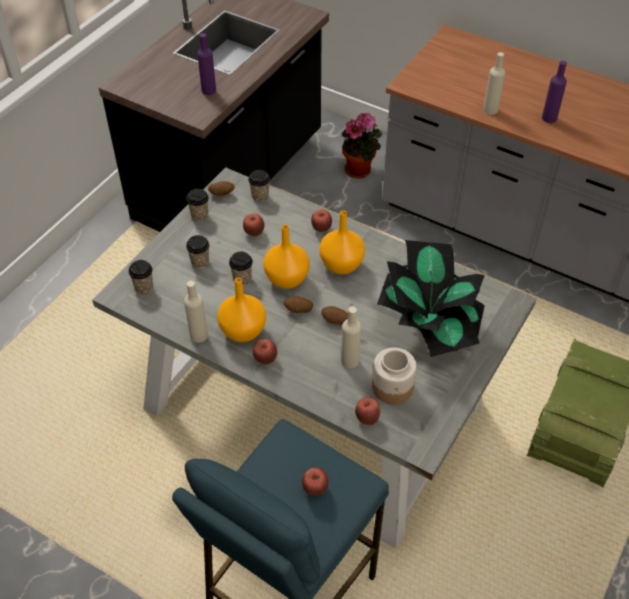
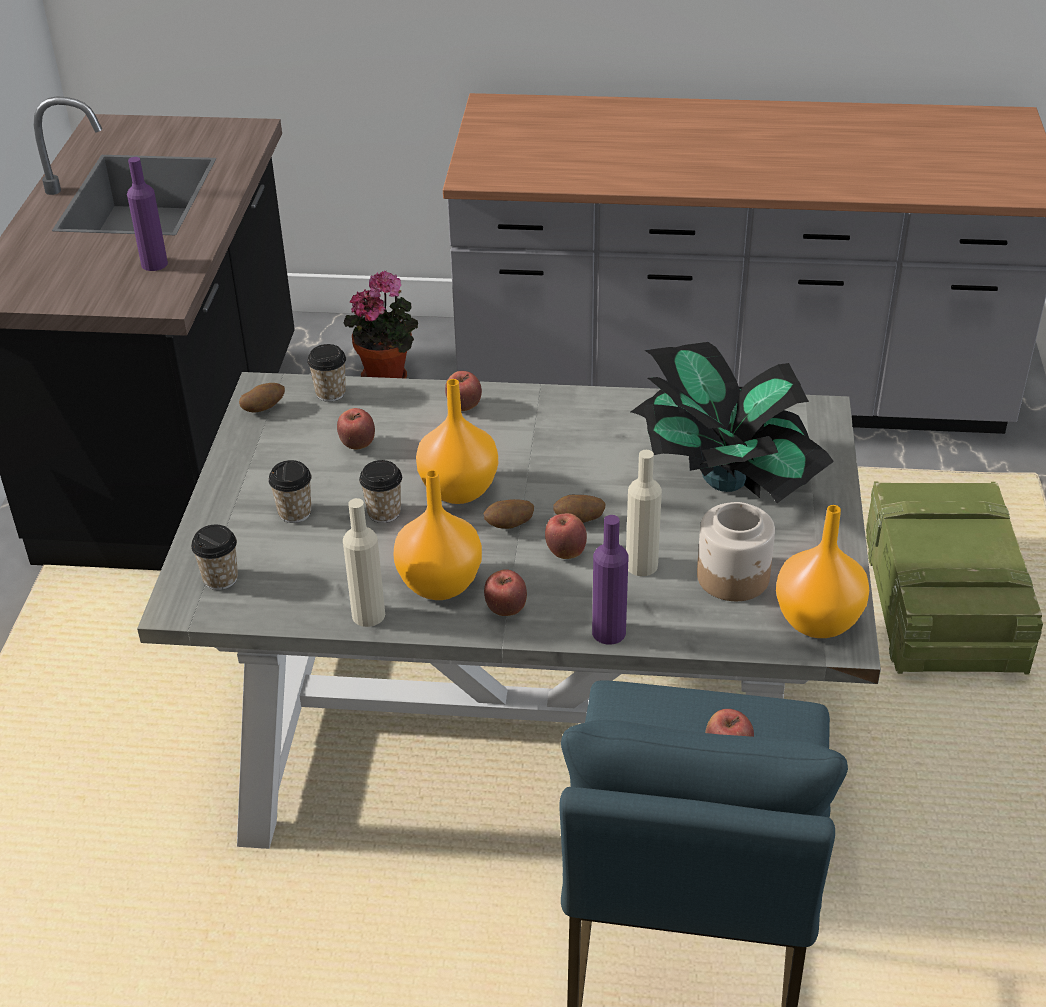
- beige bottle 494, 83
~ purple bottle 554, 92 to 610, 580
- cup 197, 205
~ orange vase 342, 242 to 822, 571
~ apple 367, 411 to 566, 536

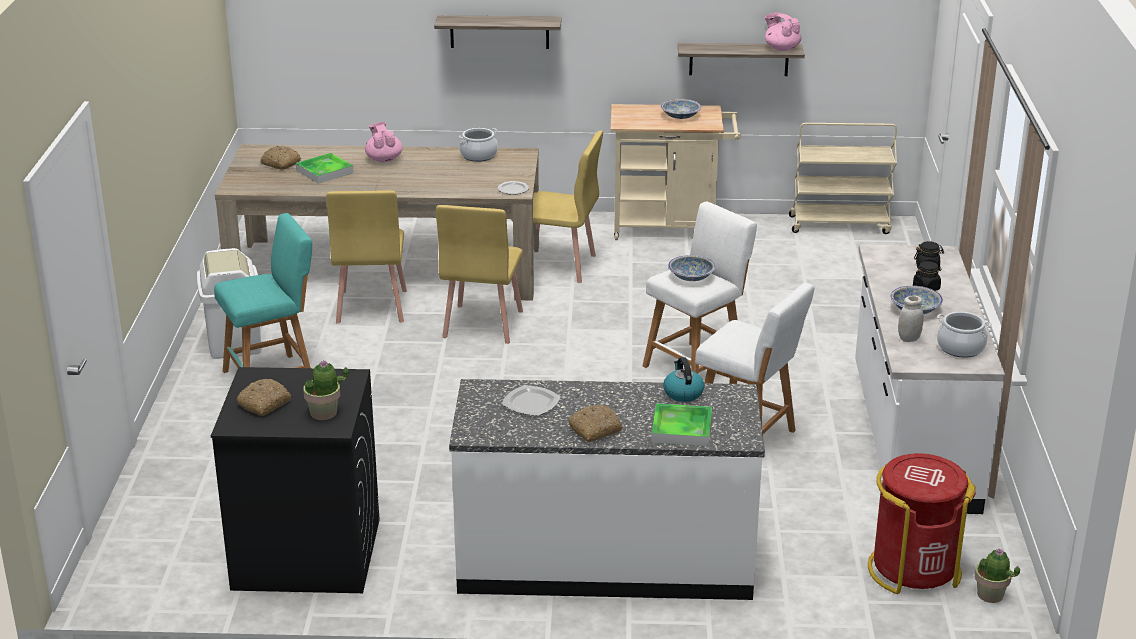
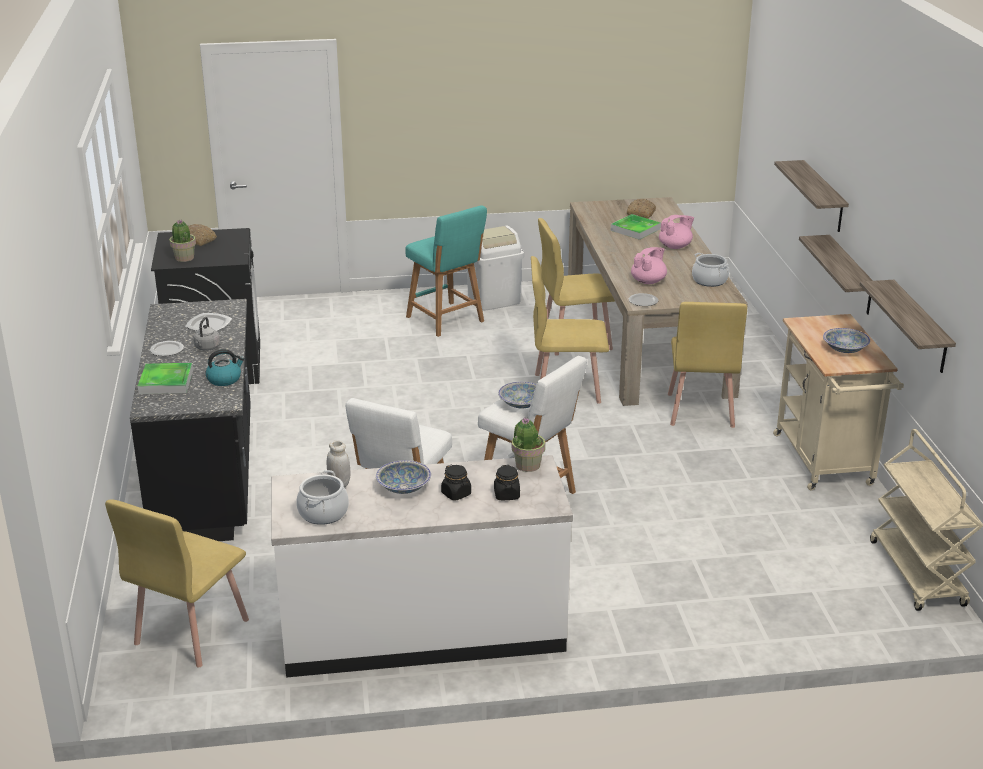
~ pink teapot 783, 31 to 649, 265
~ white counter 607, 489 to black counter 190, 420
~ bread 595, 423 to plate 167, 348
~ red trash can 922, 523 to yellow chair 177, 583
~ potted plant 997, 576 to 528, 445
+ shelf 836, 275
+ grey kettle 207, 334

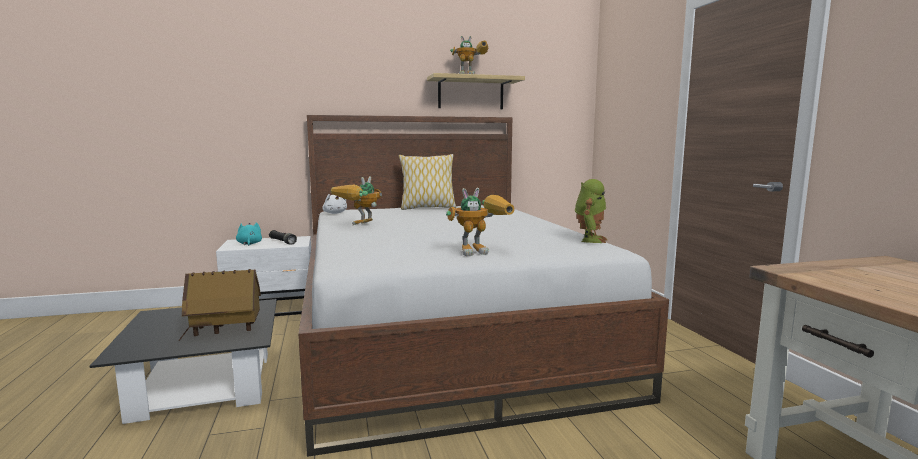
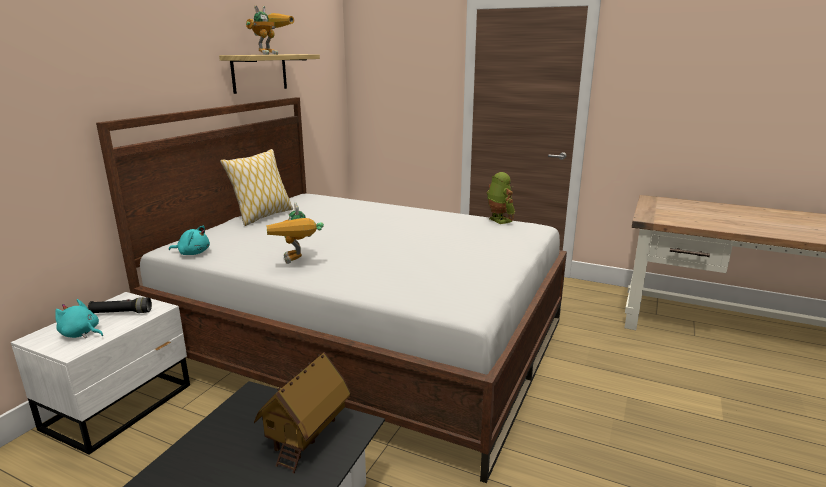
- toy robot 480, 222
~ white plush toy 334, 204 to turquoise plush toy 189, 240

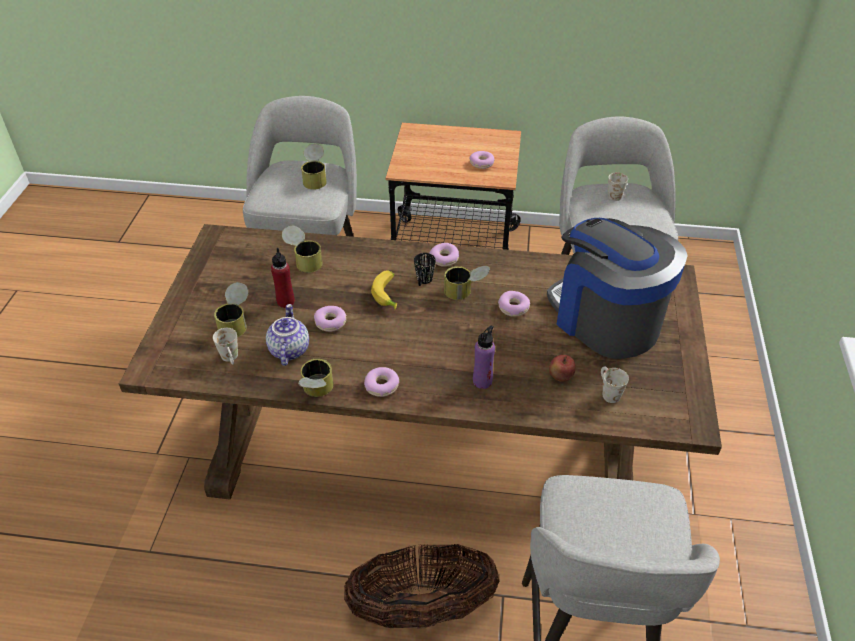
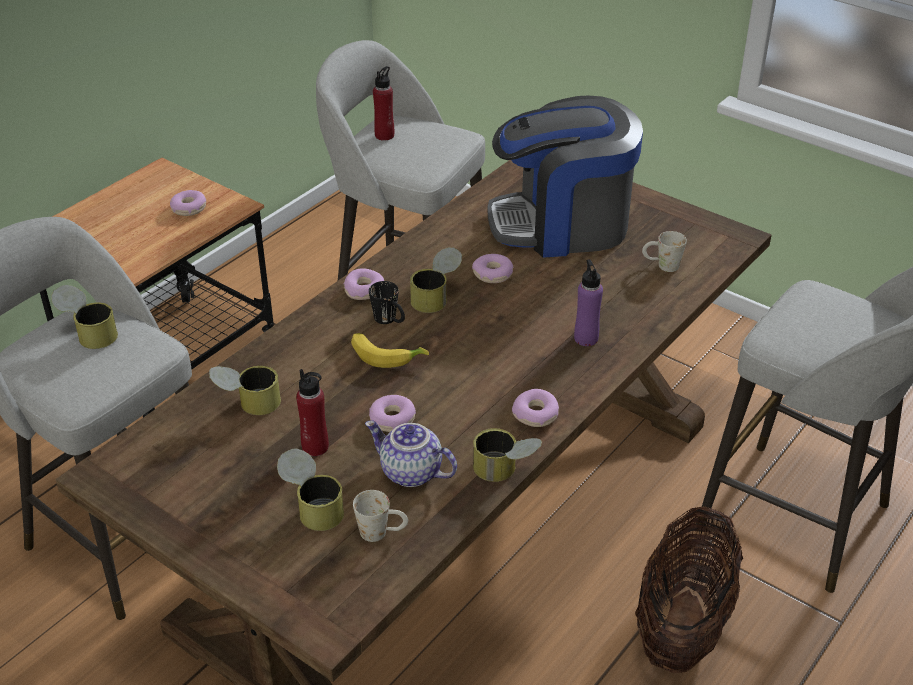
~ white mug 618, 186 to red bottle 383, 103
- apple 562, 368

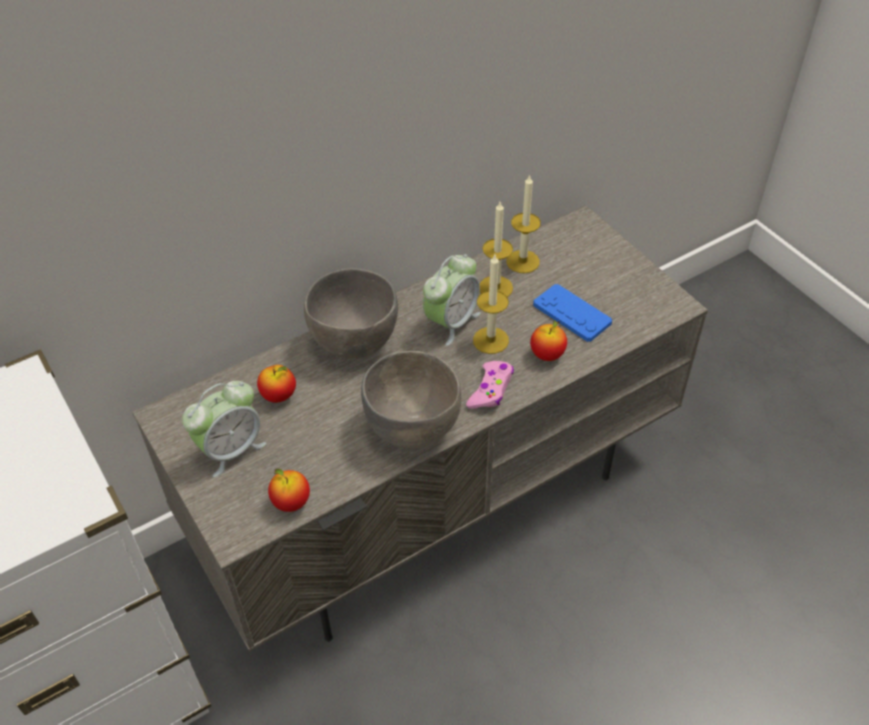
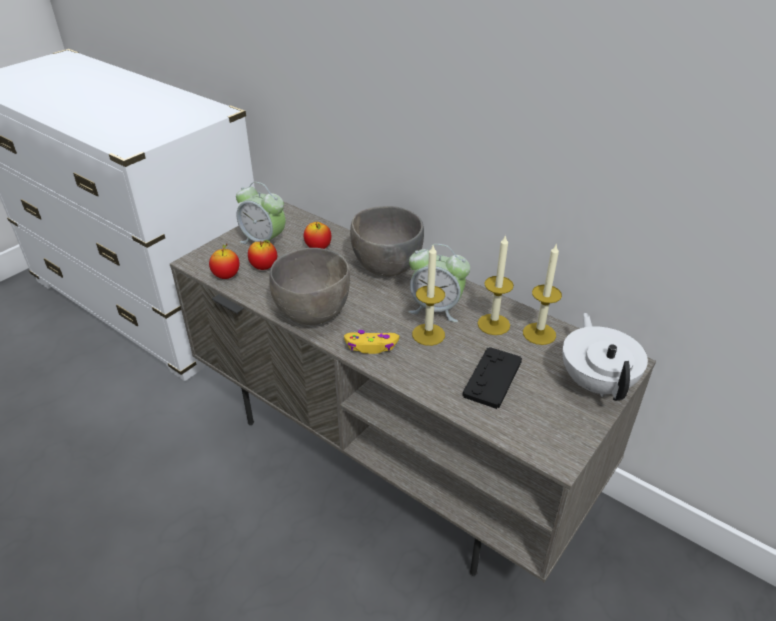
~ blue game controller 572, 313 to black game controller 492, 378
~ apple 548, 341 to 262, 255
~ pink game controller 490, 385 to yellow game controller 371, 342
+ white teapot 605, 356

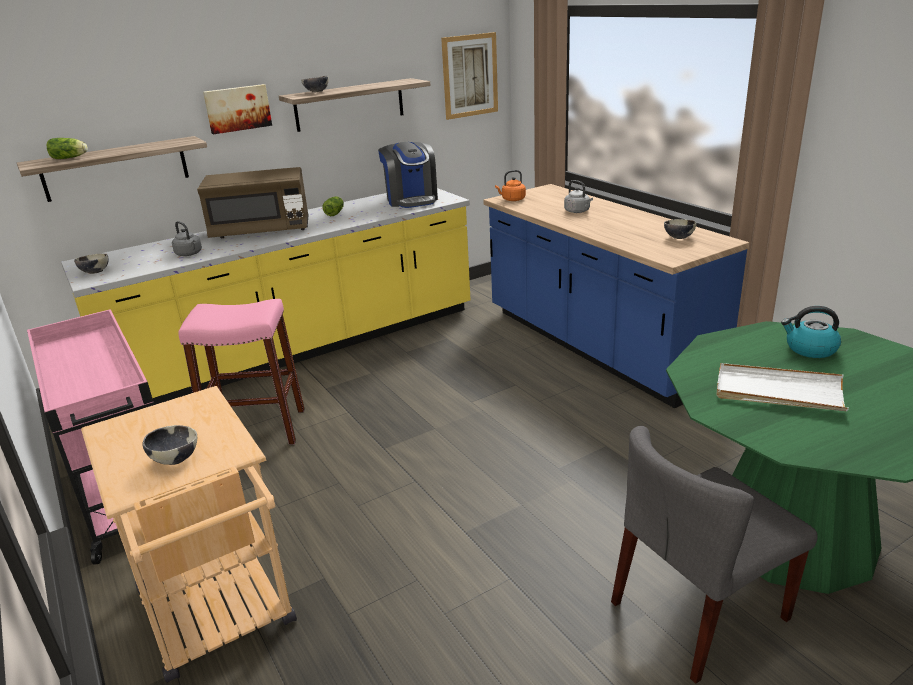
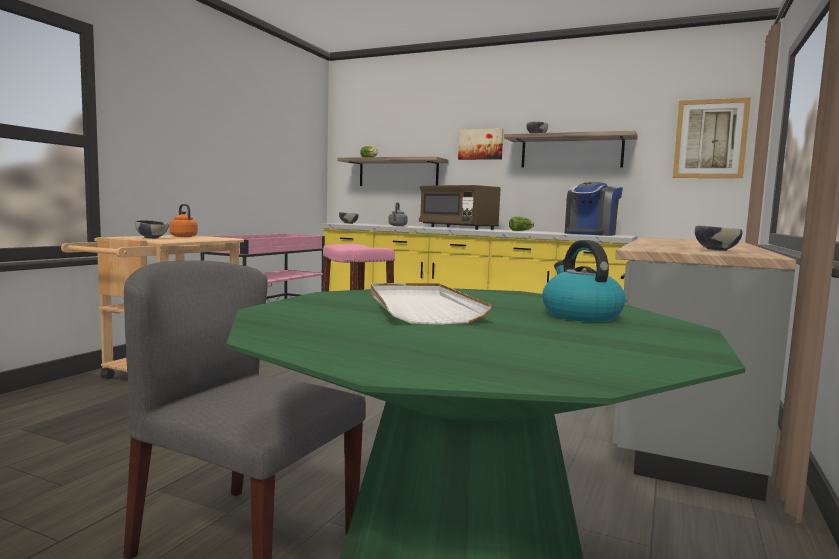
~ orange kettle 510, 185 to 183, 220
- grey kettle 578, 196
~ blue counter 616, 296 to grey counter 704, 369

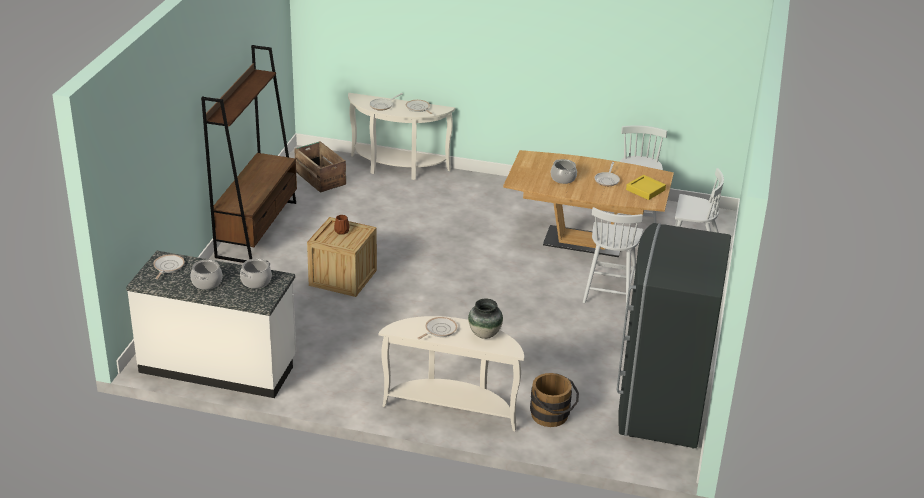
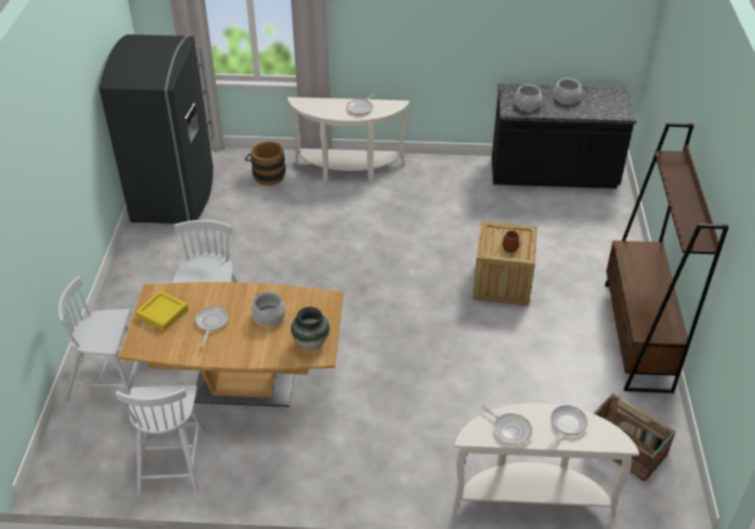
~ white counter 211, 324 to black counter 564, 136
- frying pan 169, 266
~ vase 485, 319 to 310, 328

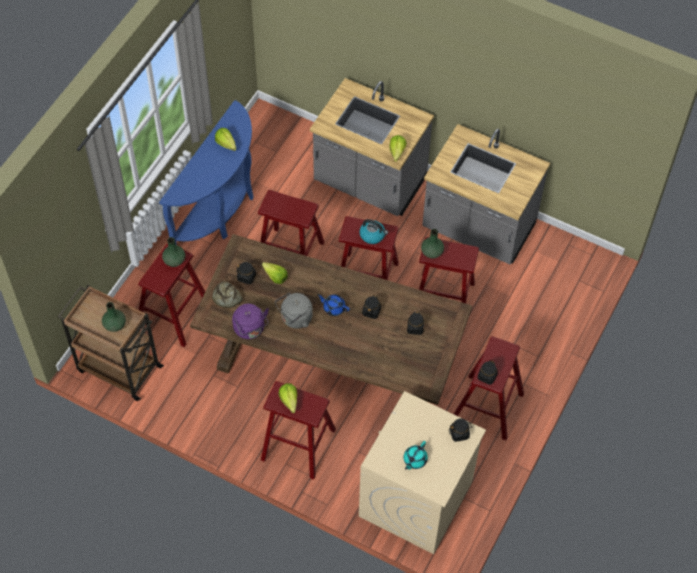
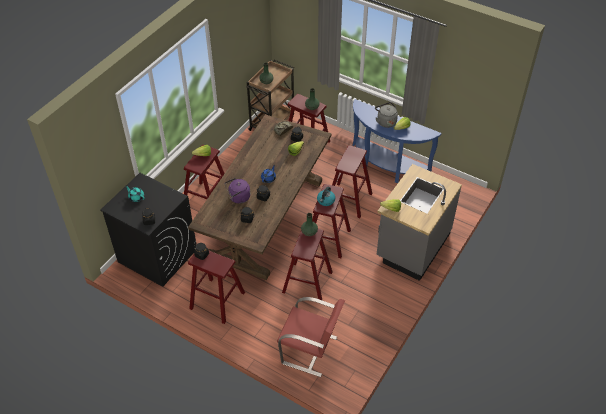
- grey counter 486, 194
~ grey kettle 294, 310 to 386, 115
~ purple kettle 250, 321 to 237, 191
~ beige washing machine 422, 472 to black washing machine 148, 230
+ red chair 311, 337

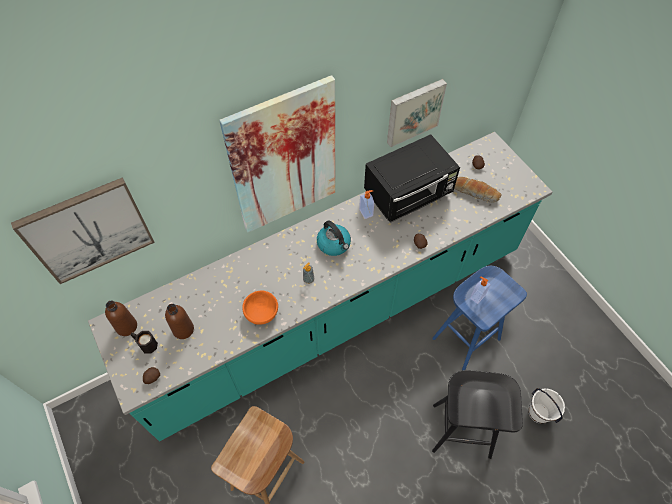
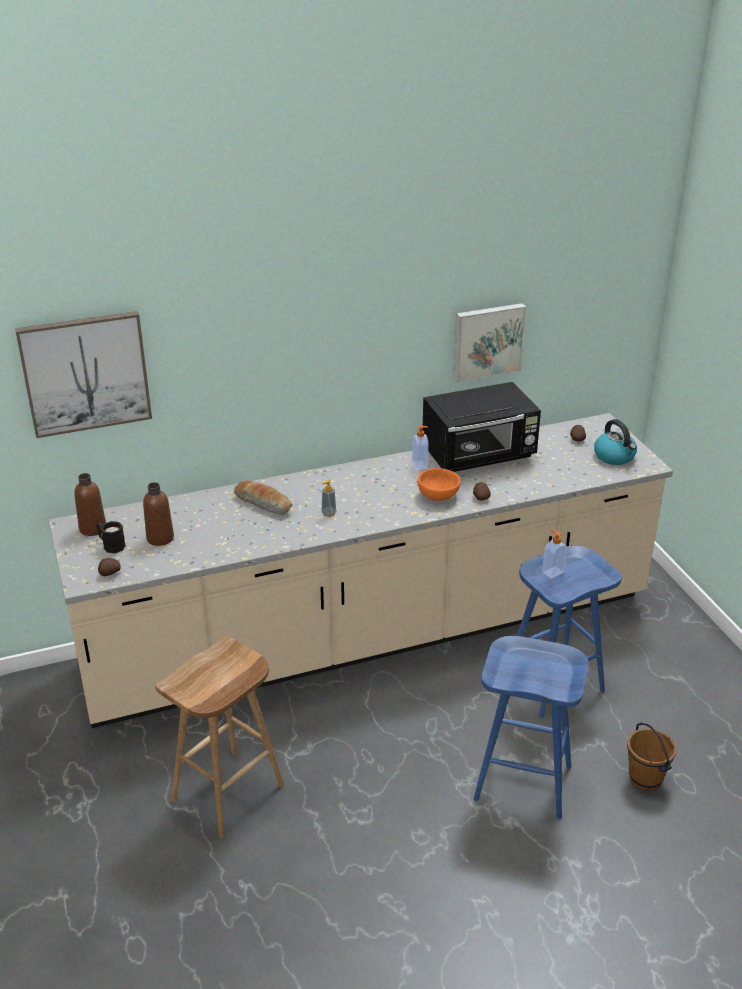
- picture 277, 153
~ turquoise counter 320, 286 to beige counter 360, 570
~ bread 478, 190 to 263, 497
~ kettle 334, 238 to 615, 442
~ orange bowl 260, 307 to 439, 484
~ black stool 477, 414 to blue stool 530, 728
~ white bucket 547, 406 to brown bucket 651, 757

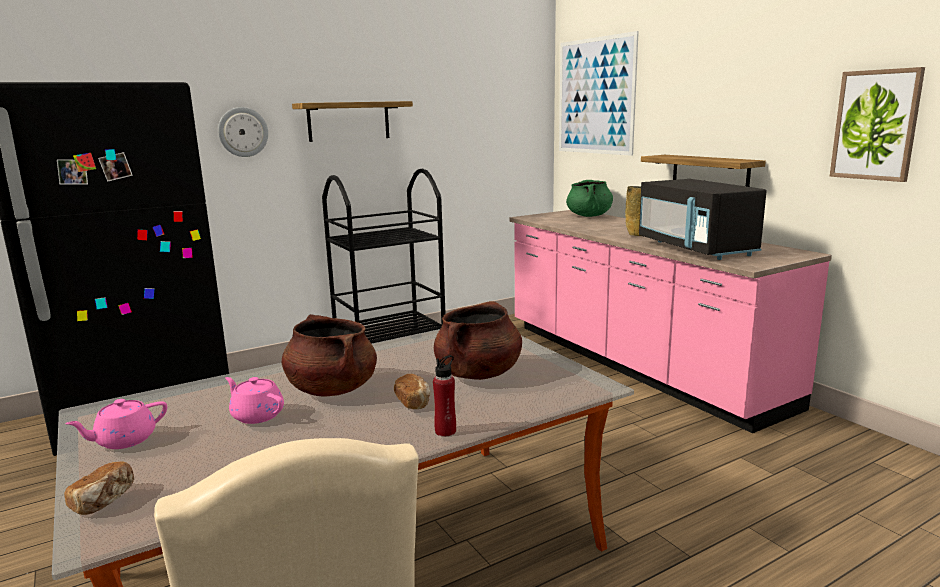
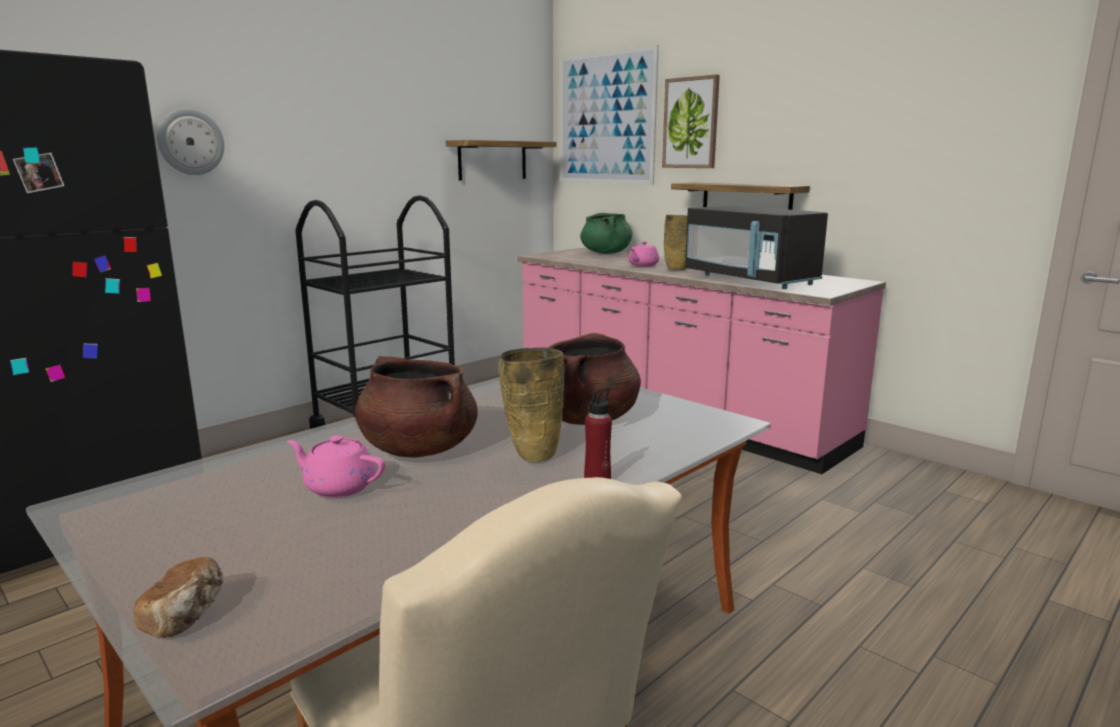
~ picture 877, 124 to 691, 121
~ shelf 352, 121 to 501, 160
~ bread 412, 391 to beige vase 532, 404
~ pink teapot 116, 424 to 644, 254

